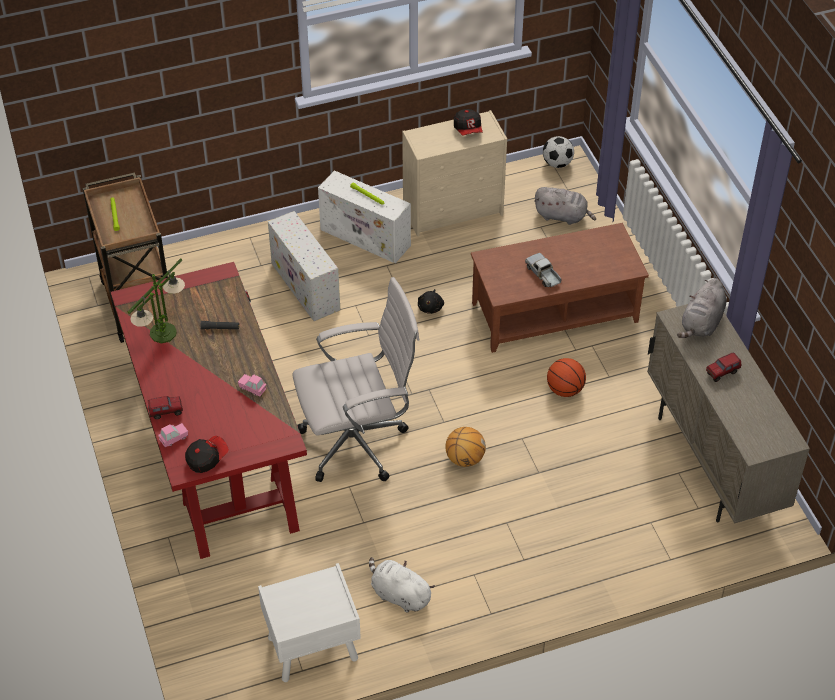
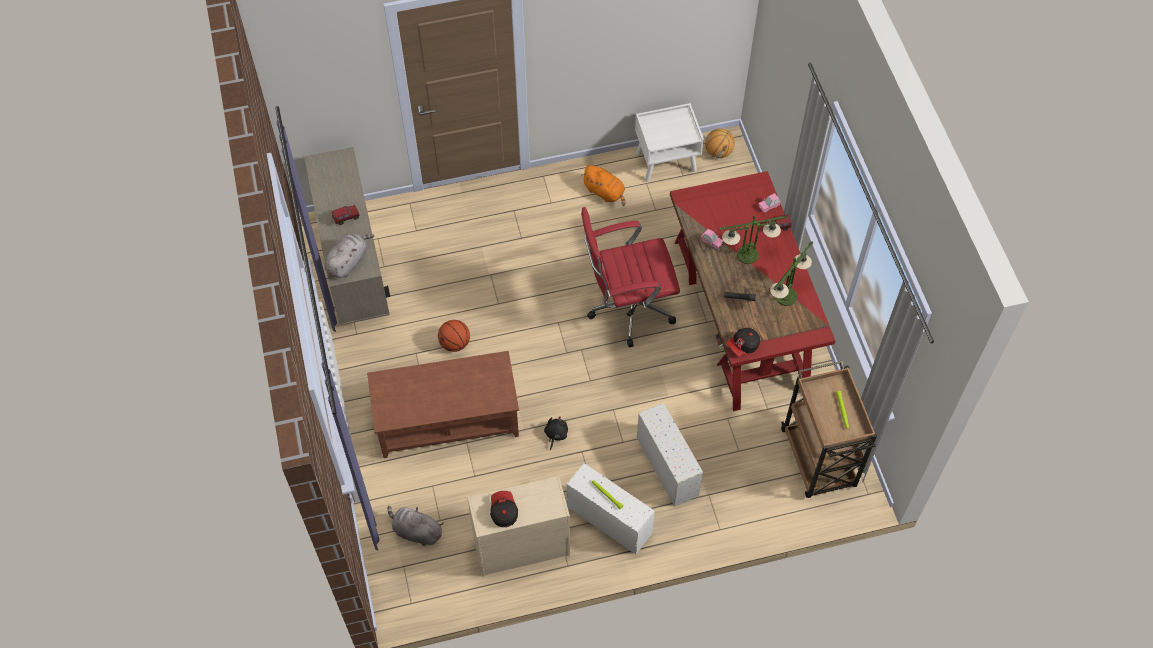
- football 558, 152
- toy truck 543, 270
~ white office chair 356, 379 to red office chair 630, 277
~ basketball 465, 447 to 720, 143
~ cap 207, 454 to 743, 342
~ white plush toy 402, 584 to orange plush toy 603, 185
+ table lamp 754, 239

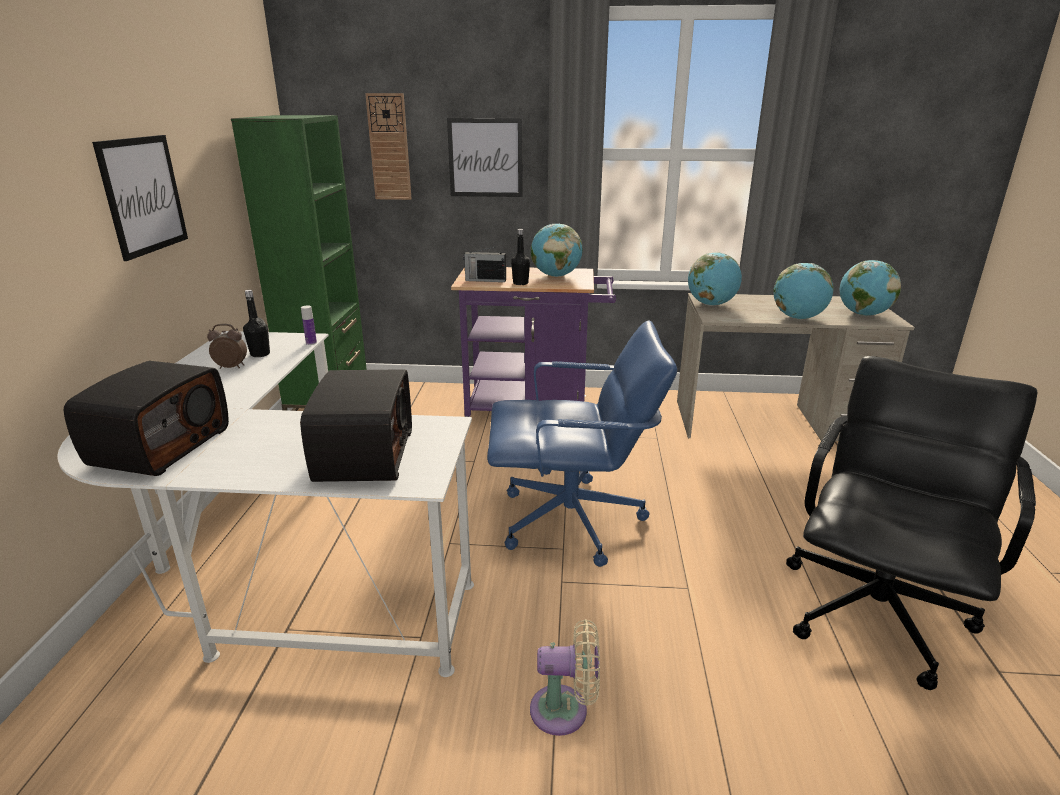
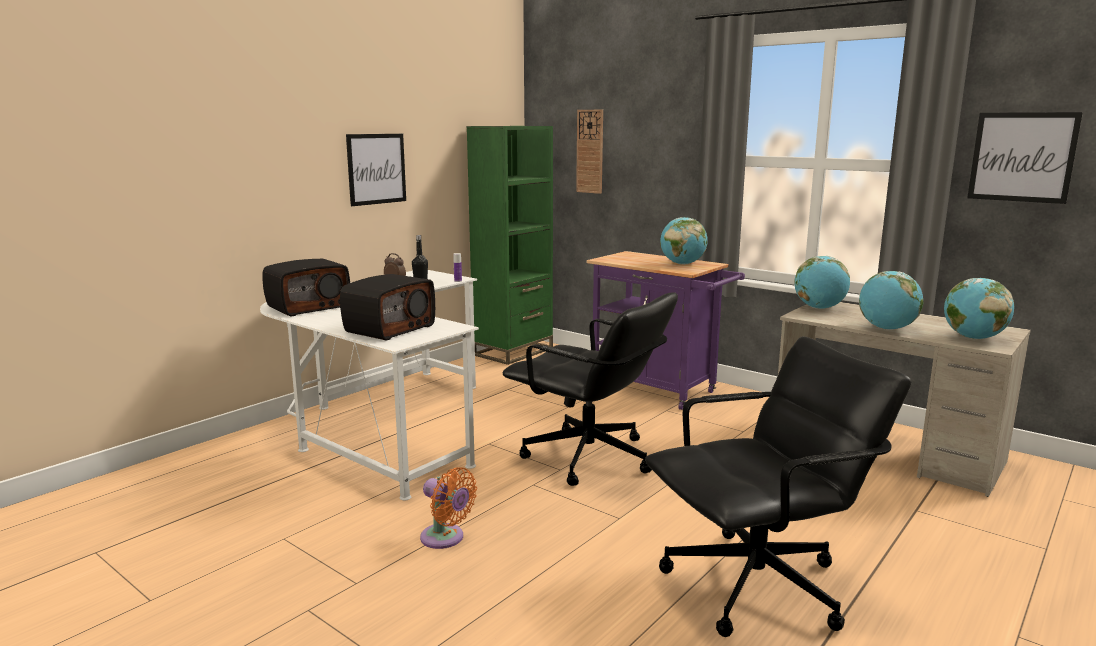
~ picture 485, 157 to 1025, 158
- black bottle 520, 257
- radio 484, 264
~ blue office chair 582, 443 to black office chair 590, 389
~ beige fan 565, 677 to orange fan 448, 508

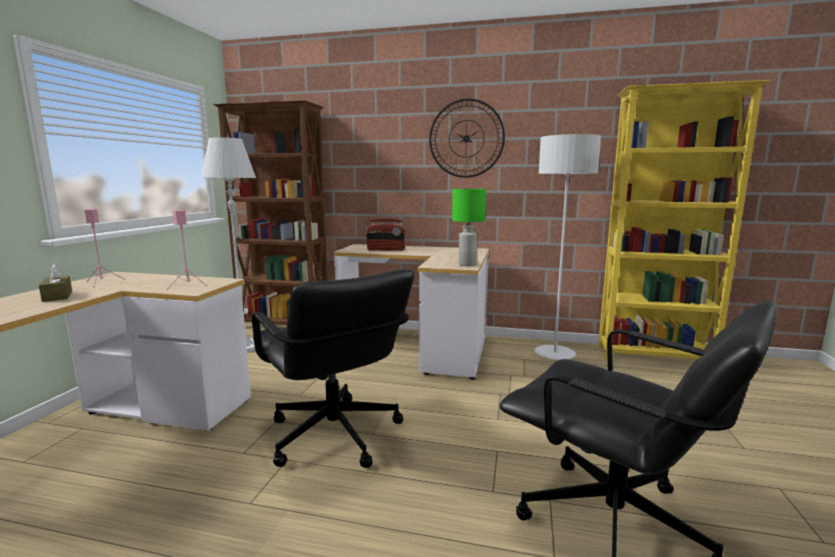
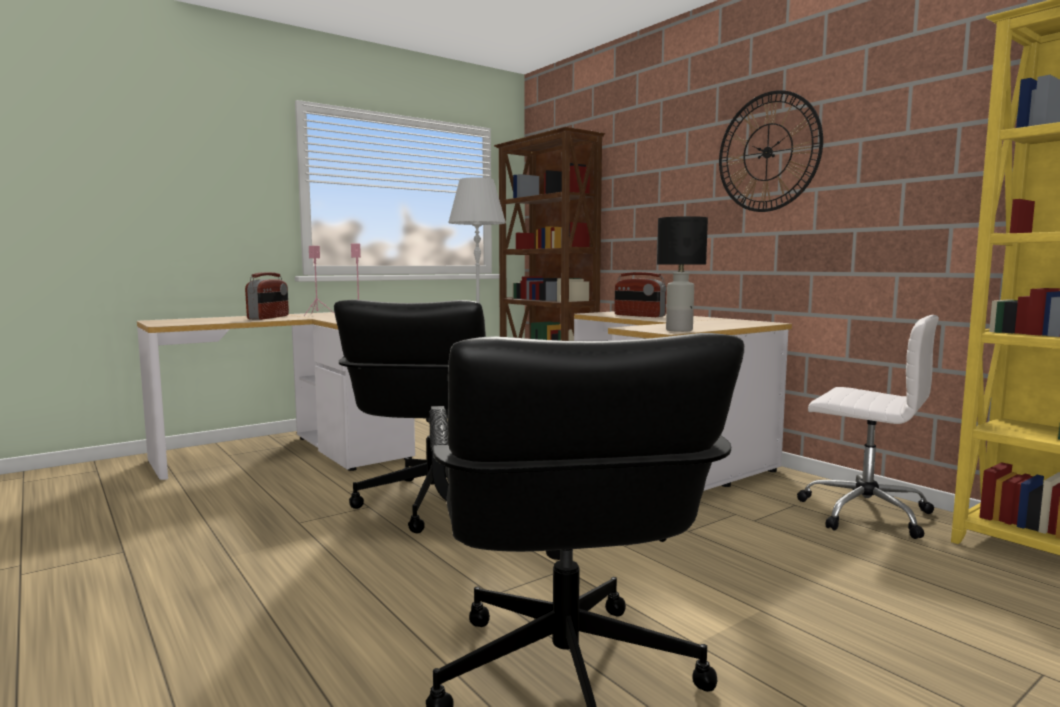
~ grey floor lamp 568, 247 to white office chair 868, 427
~ green table lamp 469, 227 to black table lamp 682, 274
~ brown tissue box 55, 283 to radio 267, 296

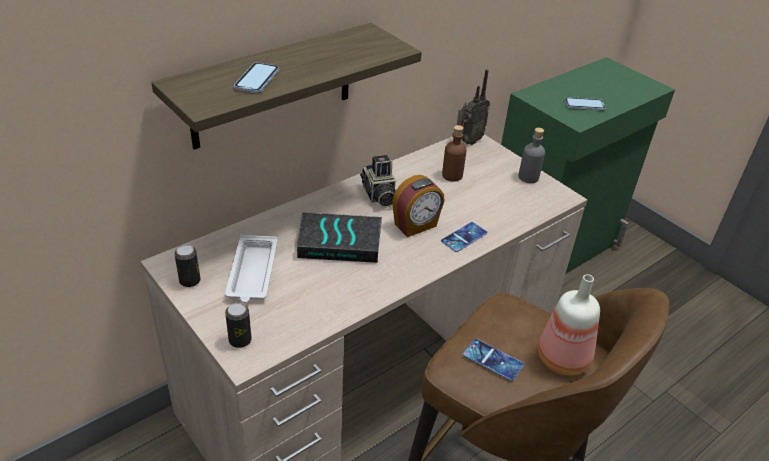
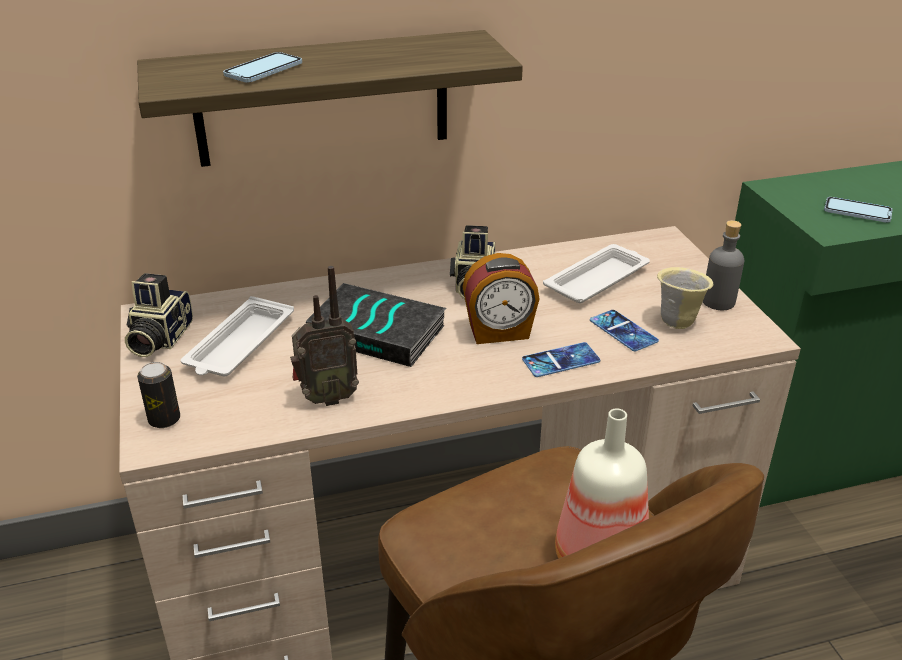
~ radio 473, 107 to 324, 336
~ brown bottle 454, 153 to white tray 596, 273
~ can 187, 266 to photo camera 159, 315
~ phone 493, 360 to 624, 330
+ beige mug 685, 298

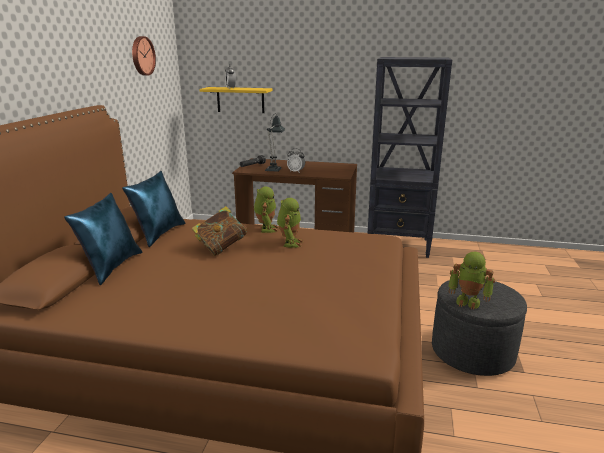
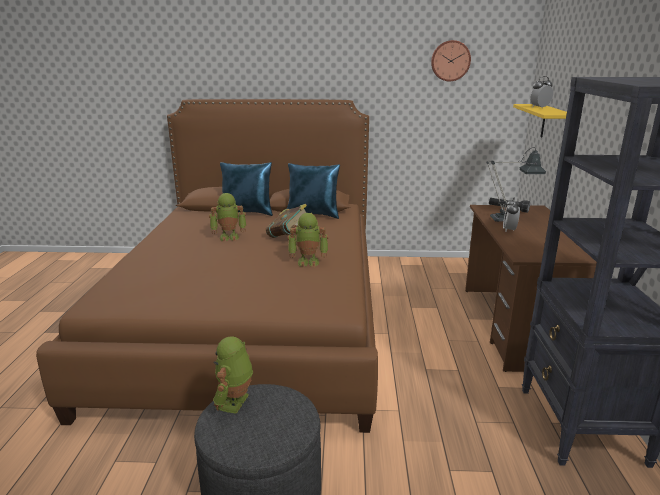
~ toy robot 266, 210 to 227, 217

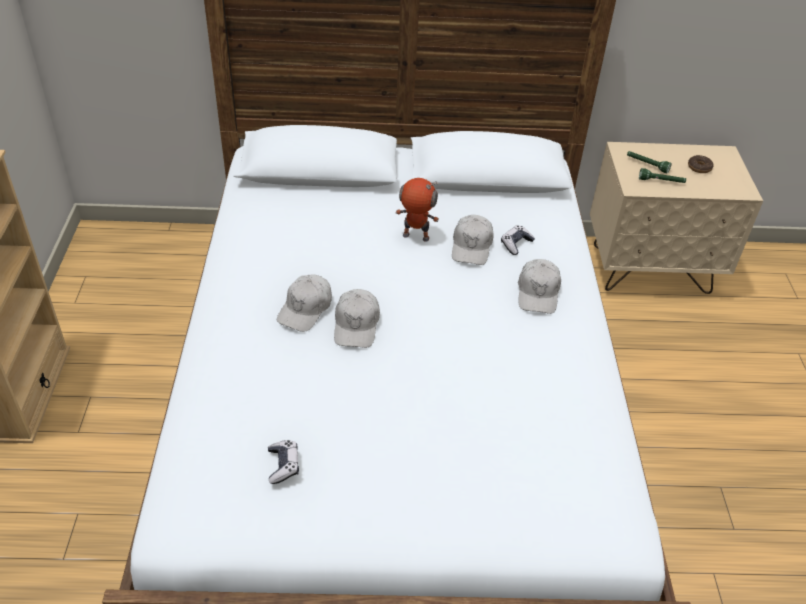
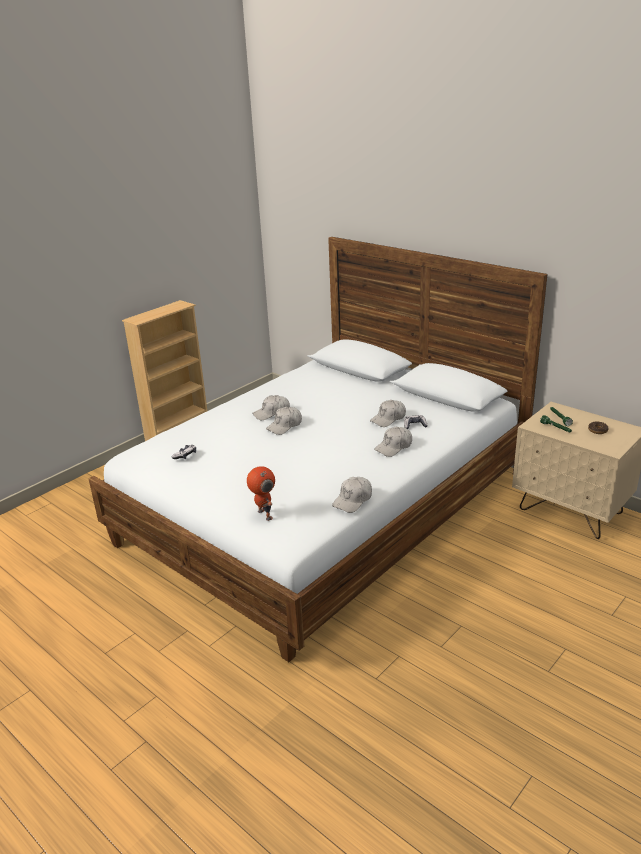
~ toy robot 417, 210 to 261, 493
+ white cap 352, 495

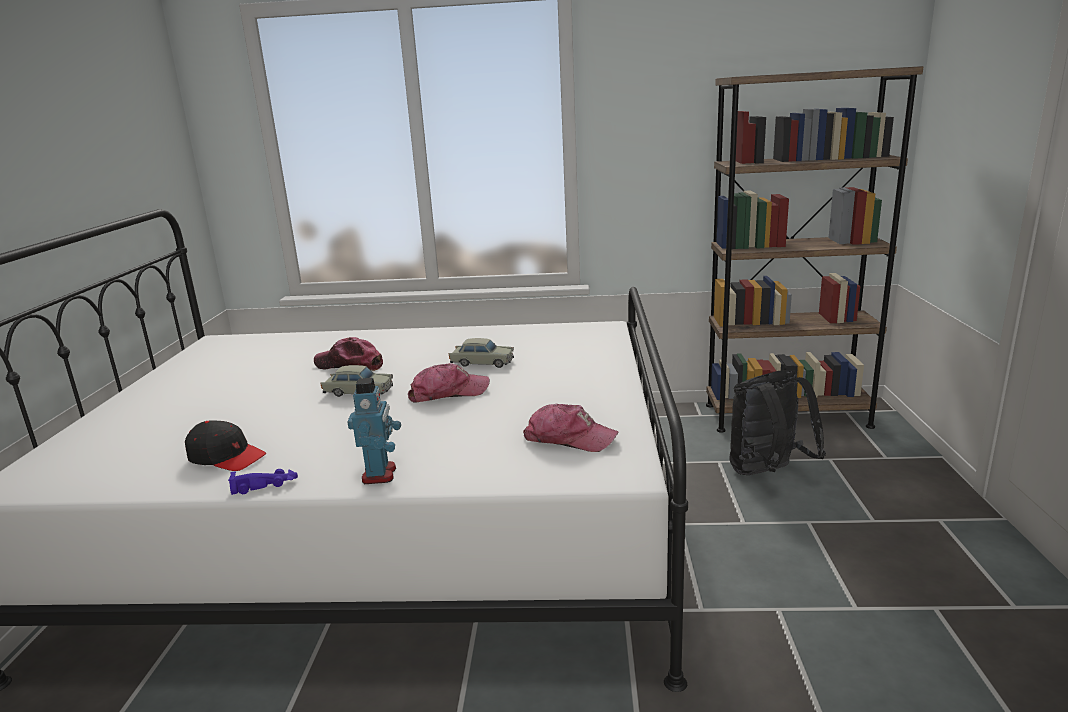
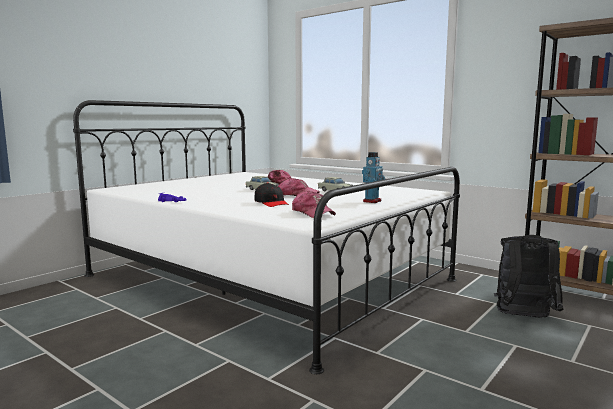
~ toy robot 374, 431 to 373, 177
~ black cap 225, 445 to 272, 195

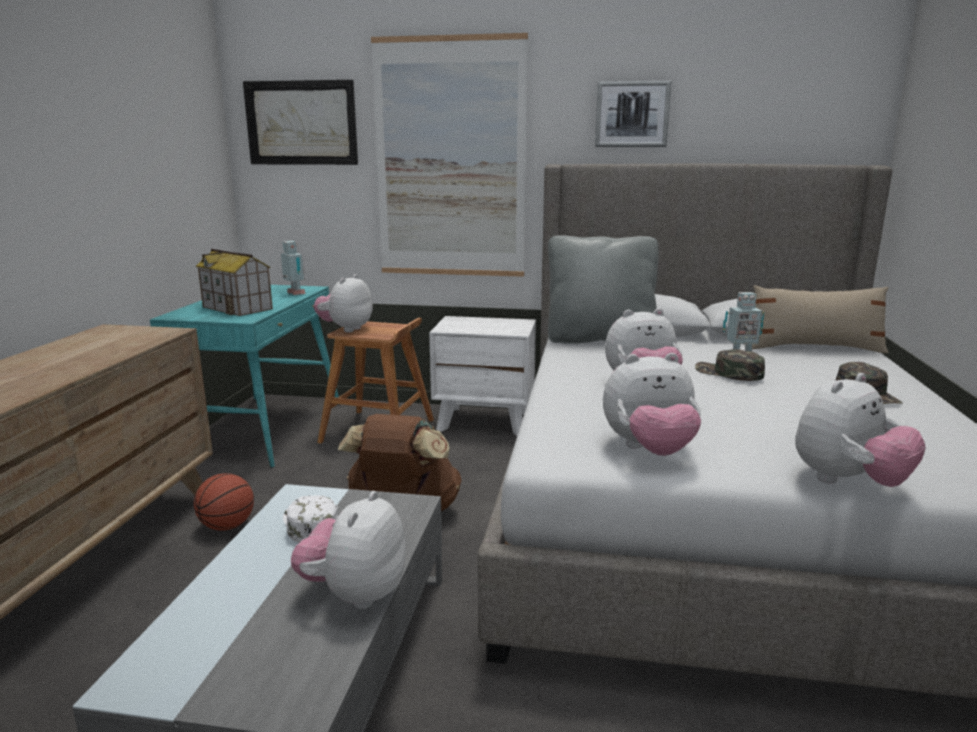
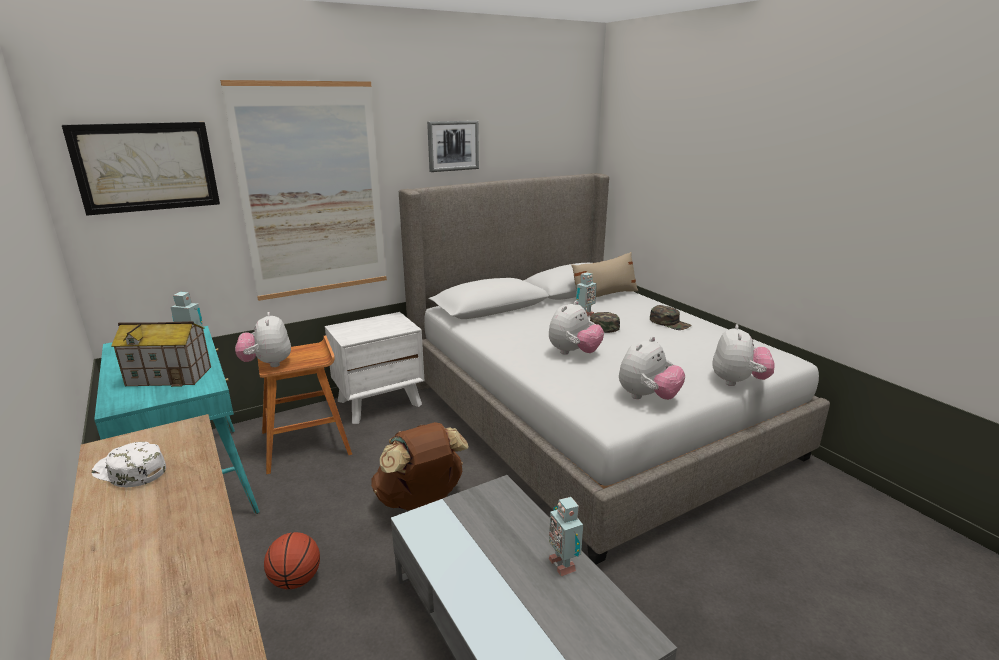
- grey pillow 603, 289
~ plush toy 348, 550 to toy robot 566, 536
~ white cap 311, 519 to 129, 464

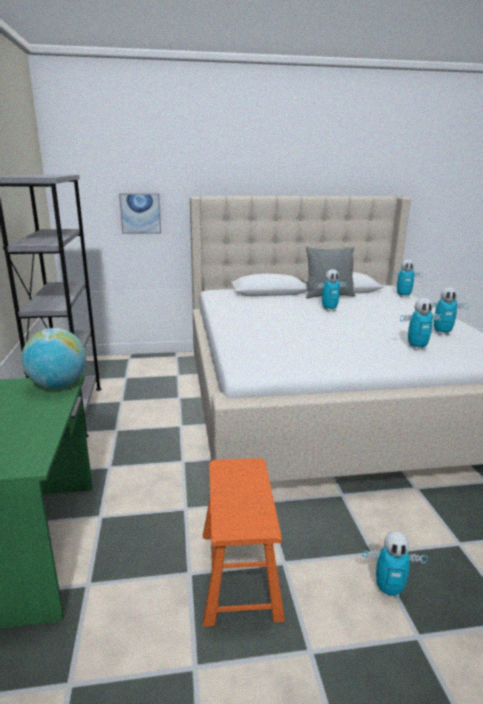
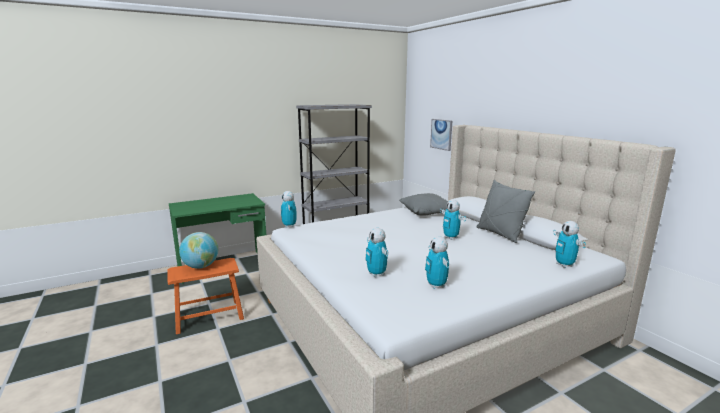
~ globe 53, 358 to 198, 250
~ toy robot 394, 564 to 289, 209
+ grey pillow 423, 204

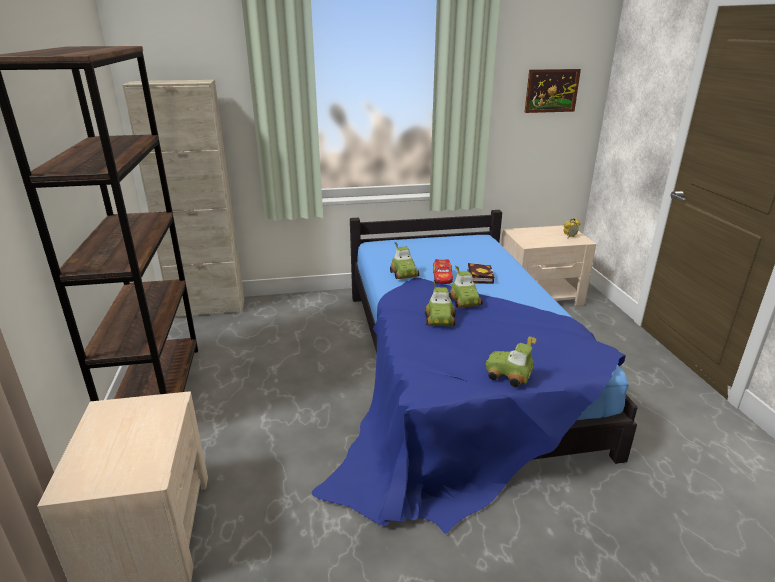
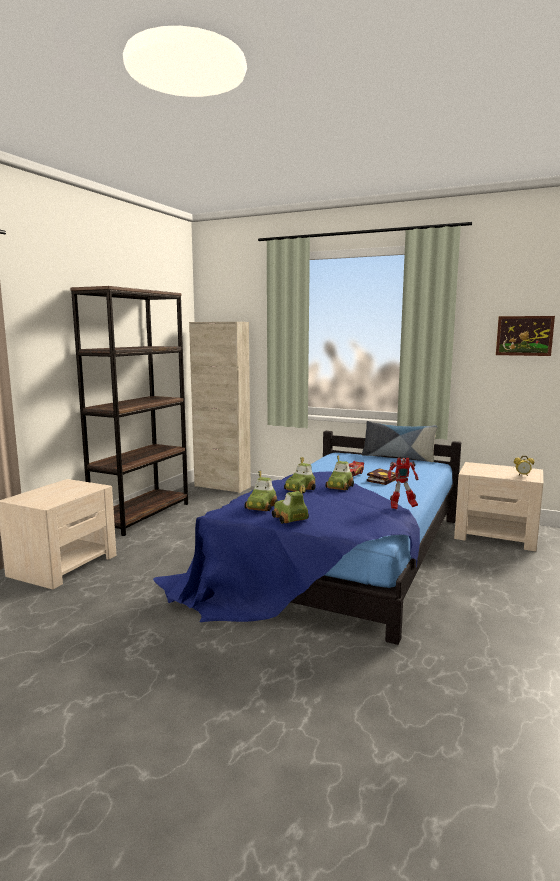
~ toy car 404, 260 to 261, 491
+ pillow 400, 441
+ toy robot 403, 483

